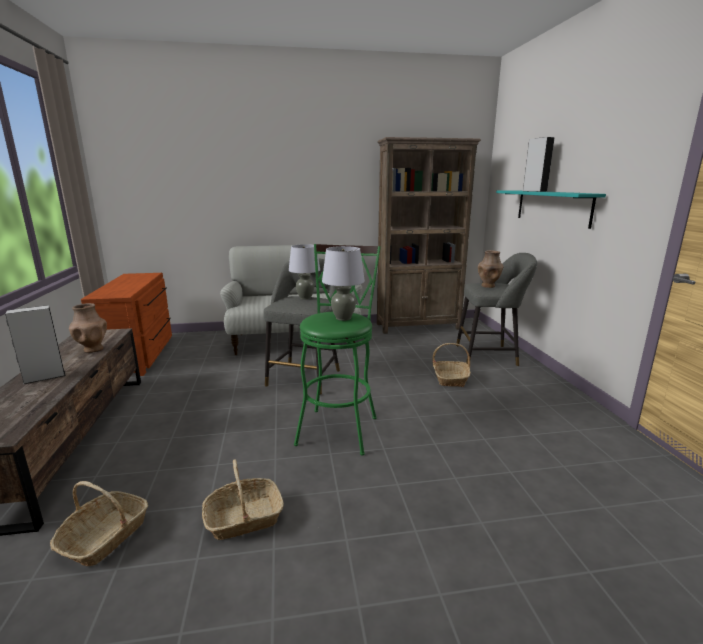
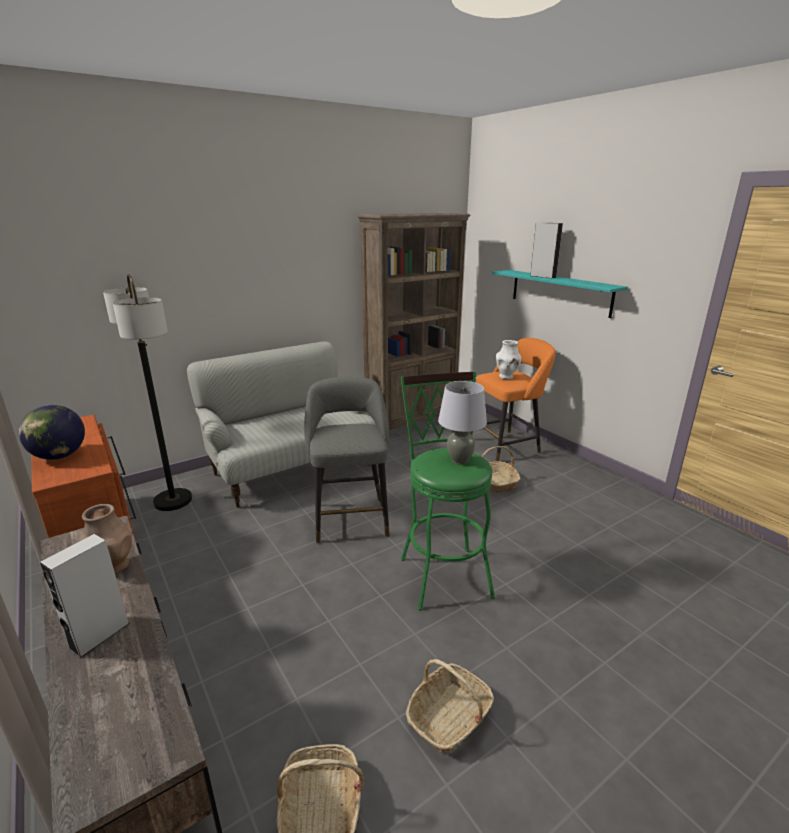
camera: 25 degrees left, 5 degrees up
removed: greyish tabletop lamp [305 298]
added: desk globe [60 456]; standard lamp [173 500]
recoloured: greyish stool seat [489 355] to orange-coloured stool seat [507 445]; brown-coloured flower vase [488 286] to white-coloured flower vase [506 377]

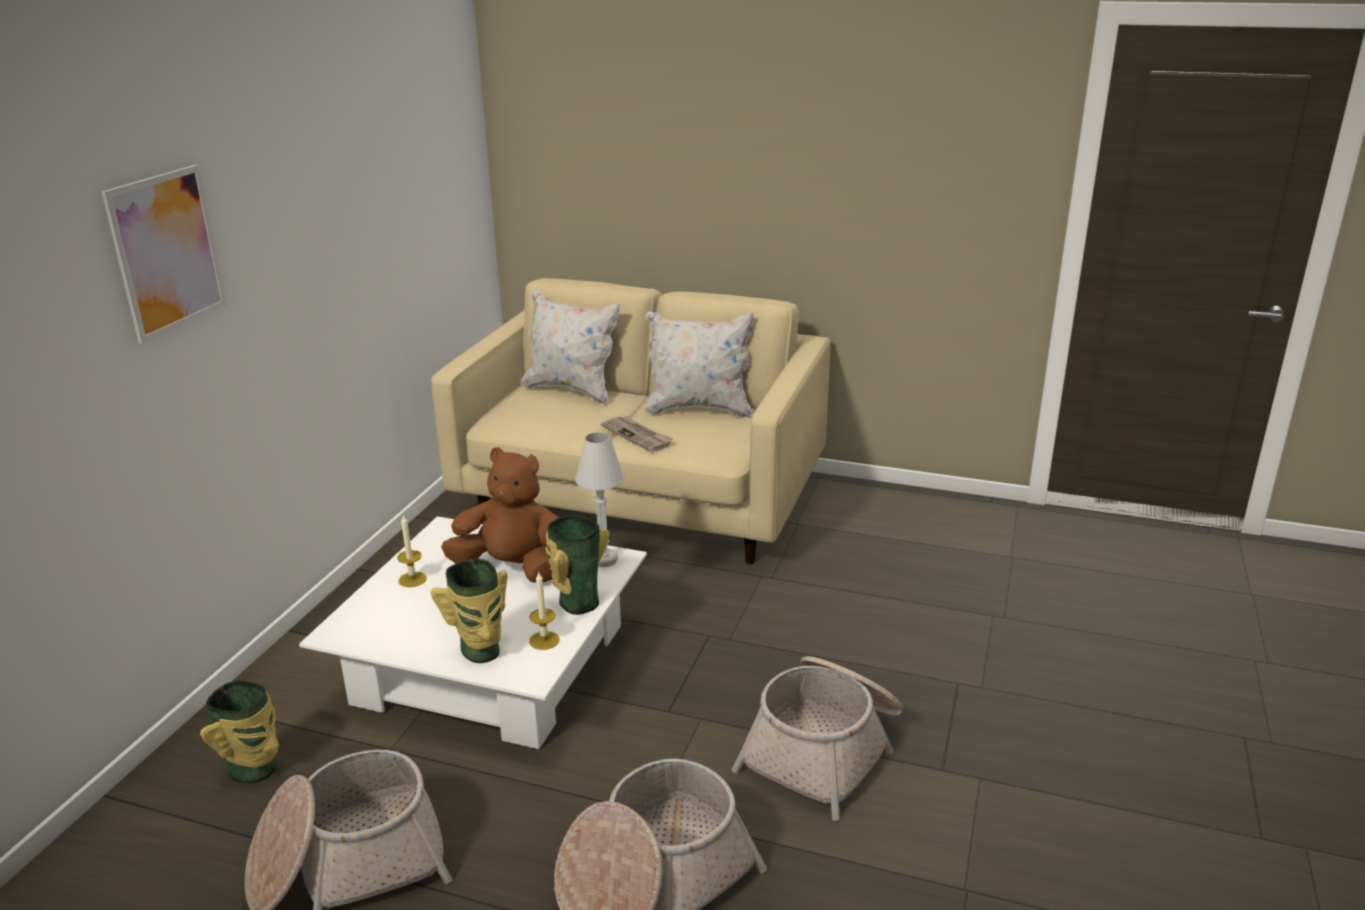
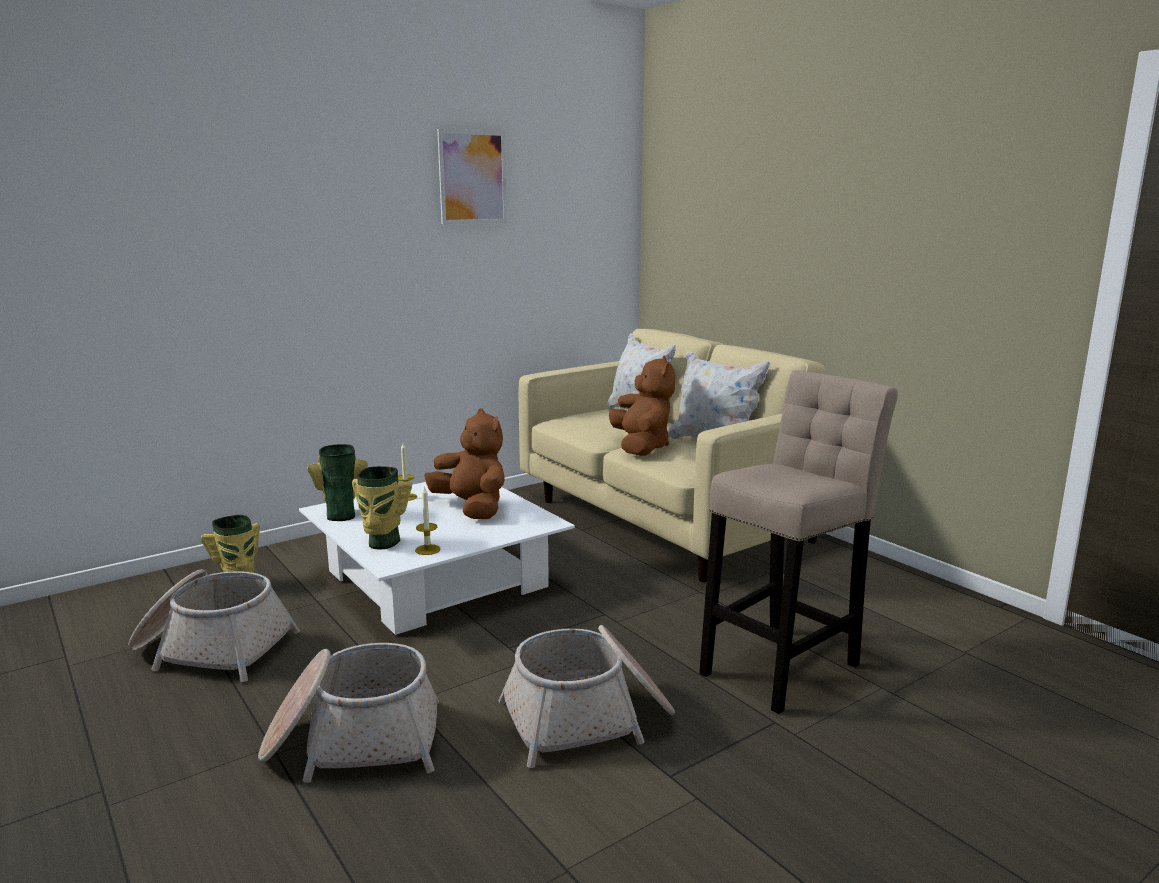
camera: 35 degrees right, 10 degrees down
removed: white-coloured tabletop lamp [603 559]
added: sand-coloured stool seat [784 665]
moved: flower vase [576 602] to [341 514]; picture [167 252] to [472 177]
replaced: newspaper [637 435] to brown-coloured plush toy [641 447]

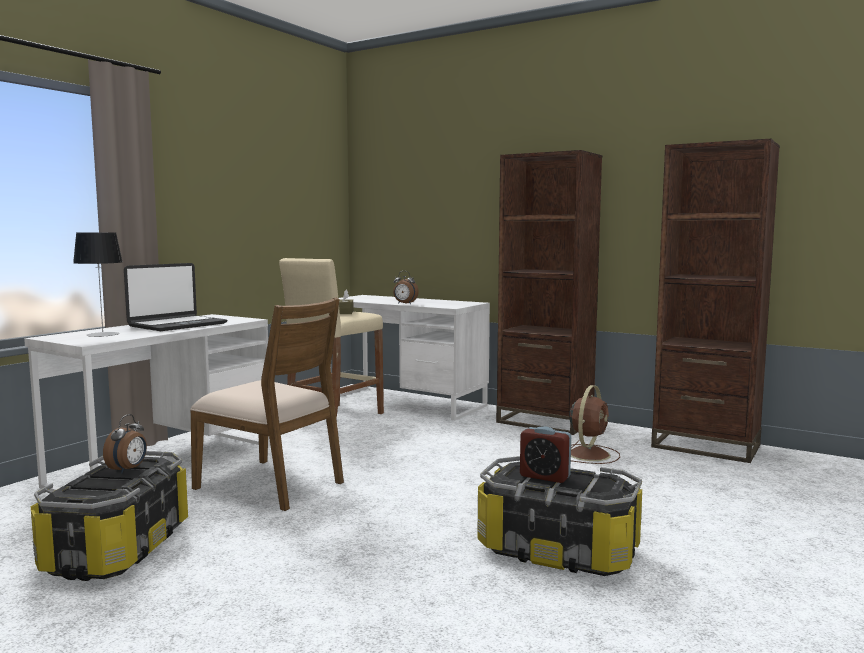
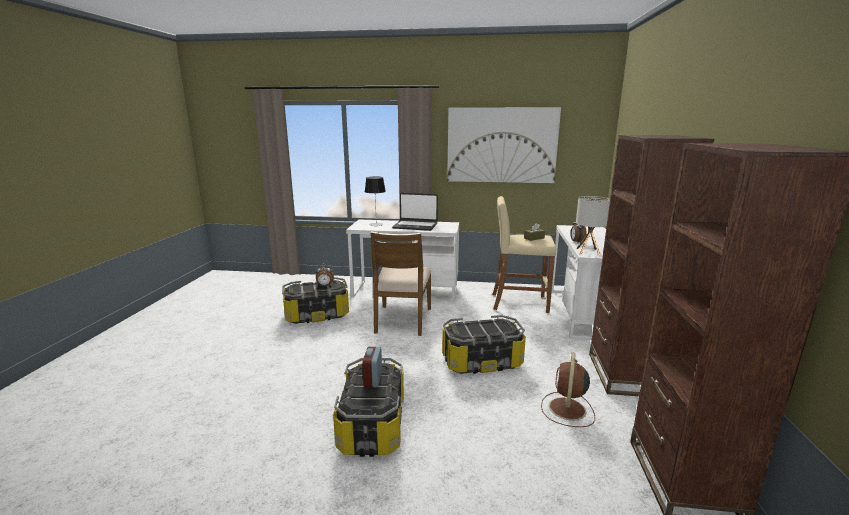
camera: 65 degrees right, 10 degrees up
added: storage box [481 361]; picture [501 145]; tabletop lamp [587 251]
turned: brown-coloured cooling fan [589 454] = [567 410] 105 degrees clockwise

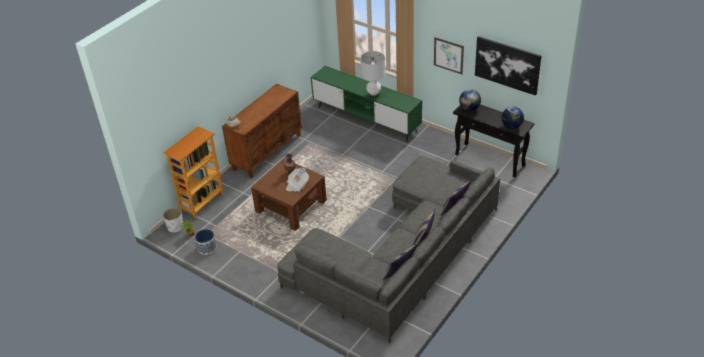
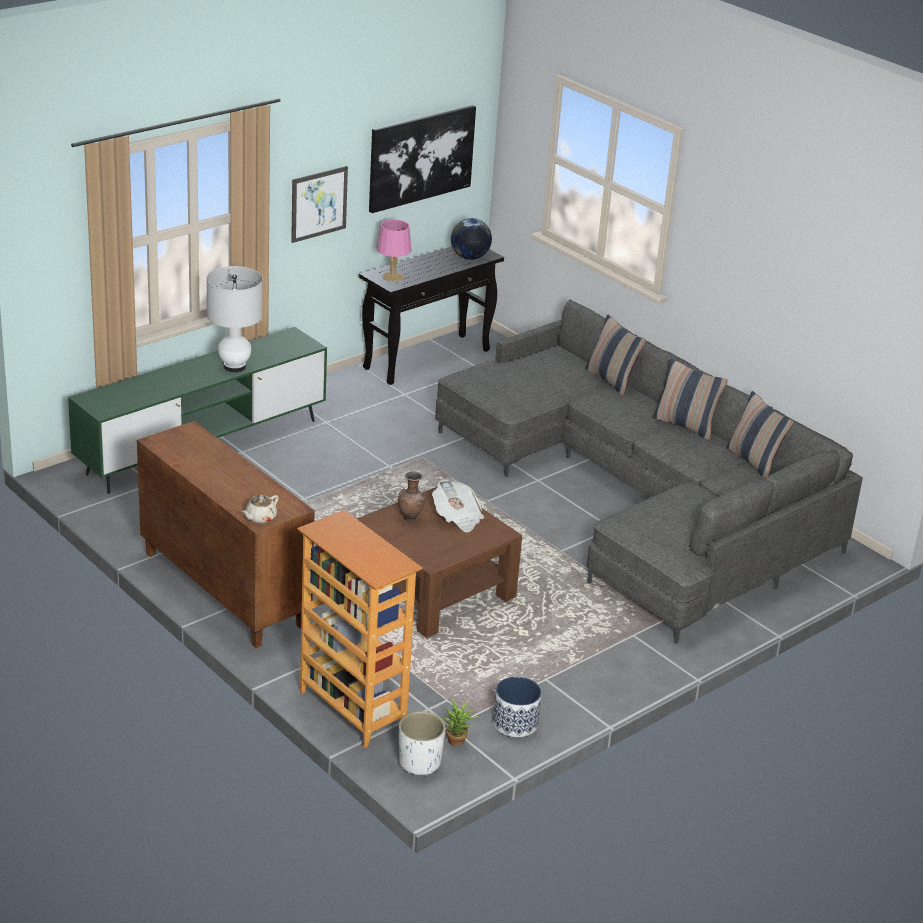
camera: 80 degrees left, 10 degrees down
replaced: desk globe [469 109] to pinkish tabletop lamp [392 277]

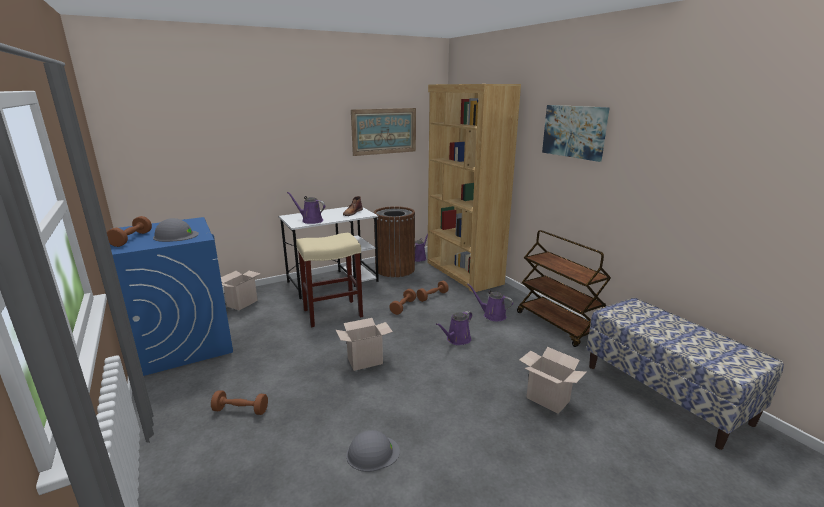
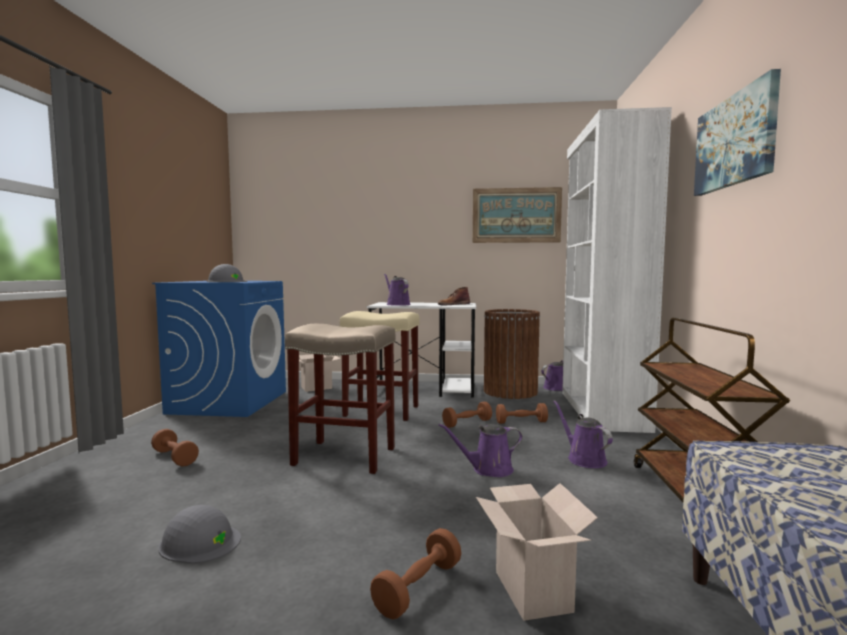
camera: 35 degrees right, 15 degrees down
moved: brown-coloured dumbbell [132 239] to [418 588]
replaced: carton [366 360] to sand-coloured stool seat [346 456]
recoloured: brown-coloured bookcase [463 273] to white-coloured bookcase [601 410]

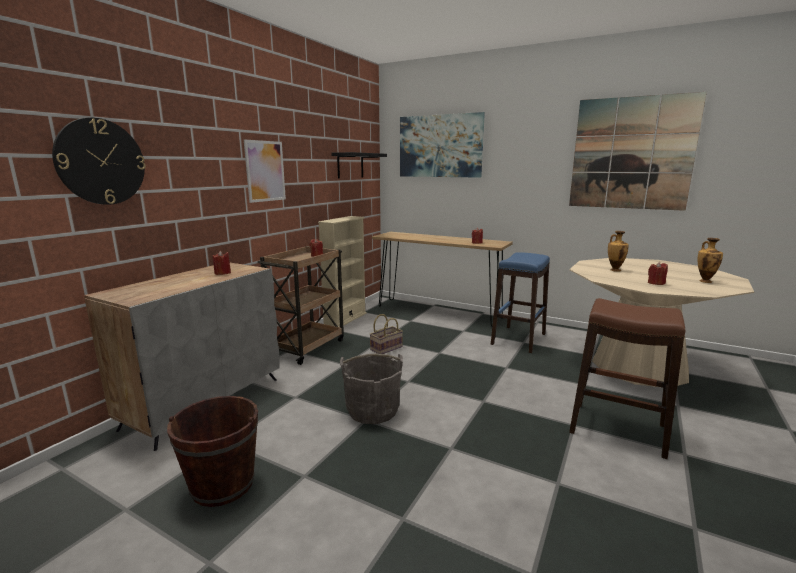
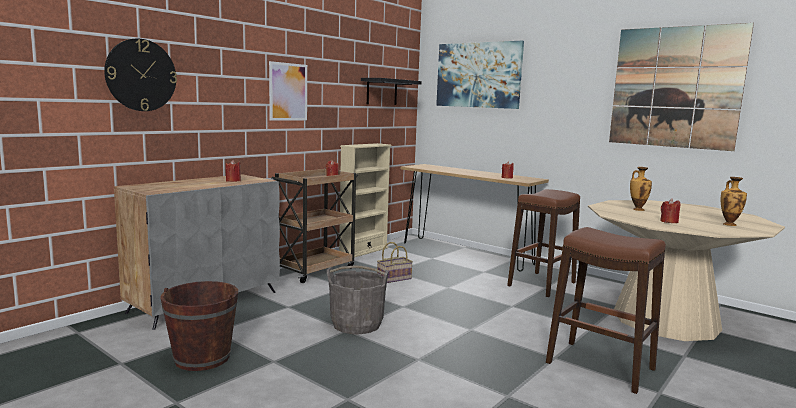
camera: 10 degrees right, 5 degrees down
recoloured: blue-coloured stool seat [518 339] to brown-coloured stool seat [541 284]

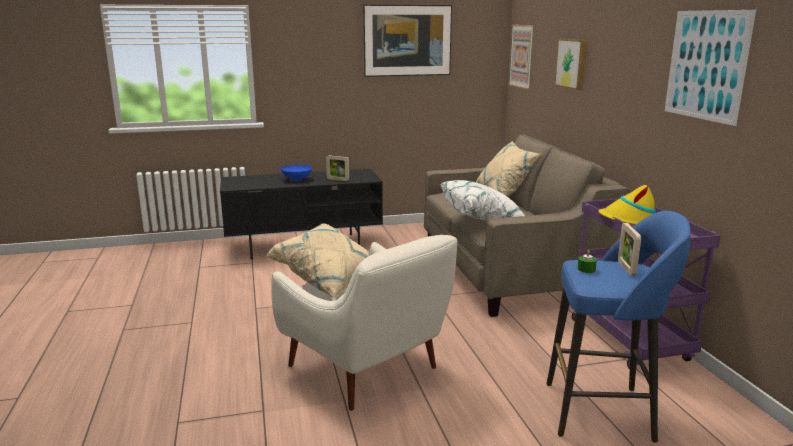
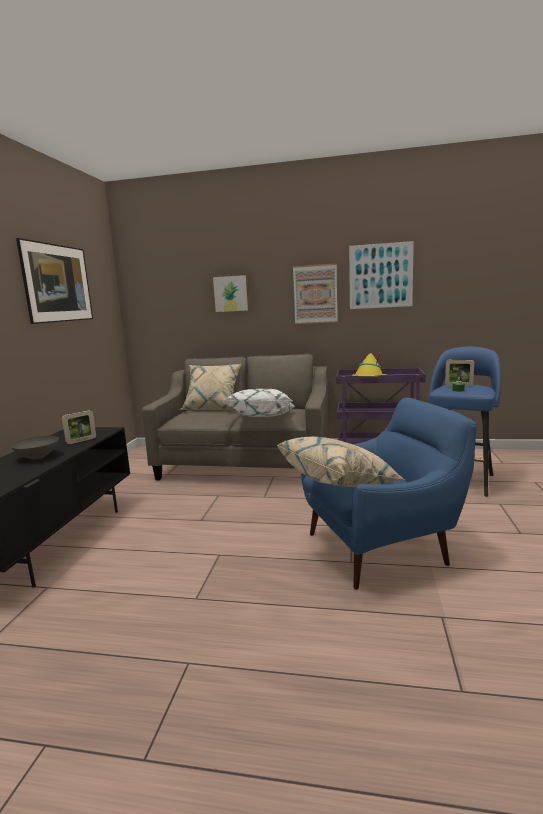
camera: 65 degrees left, 5 degrees down
moved: picture [522 56] to [315 294]
recoloured: blue-coloured bowl [296 179] to greyish bowl [37 457]; white-coloured lounge chair [367 370] to blue-coloured lounge chair [381 547]

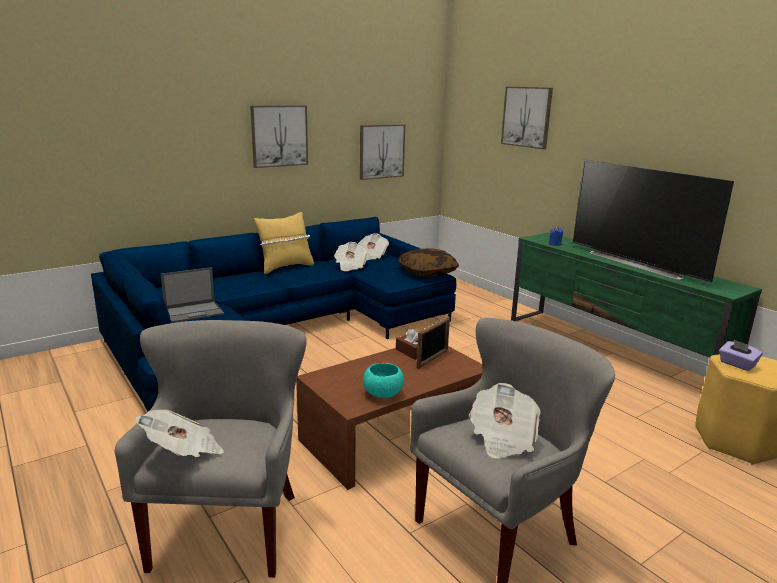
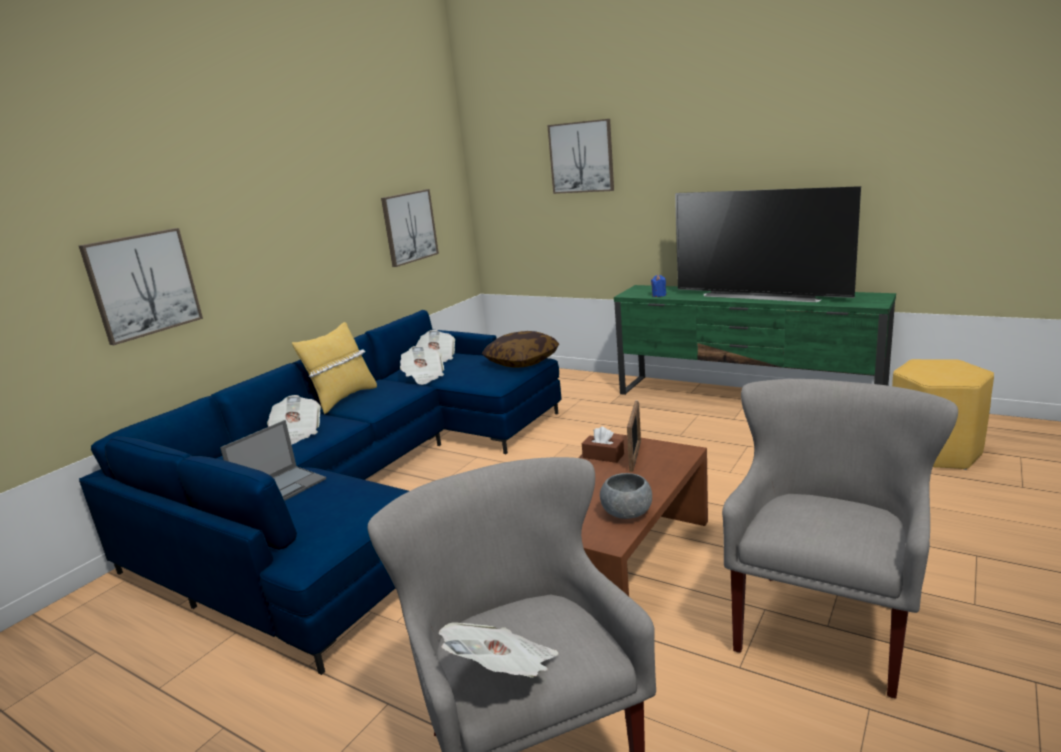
camera: 20 degrees left, 0 degrees up
removed: purplish tissue holder [737 364]
moved: picture [279 136] to [143 284]; newspaper [502 438] to [297 433]
recoloured: turquoise-coloured bowl [383 394] to greyish bowl [627 513]

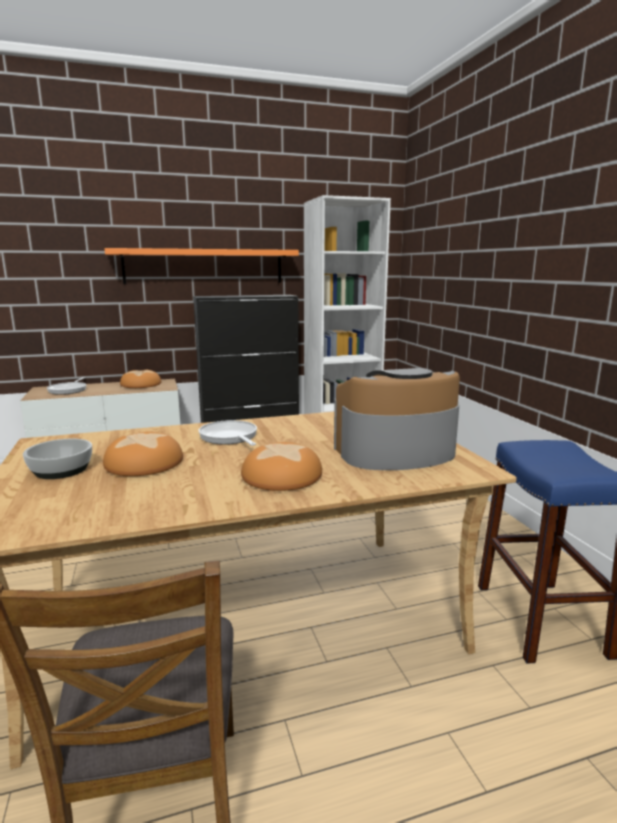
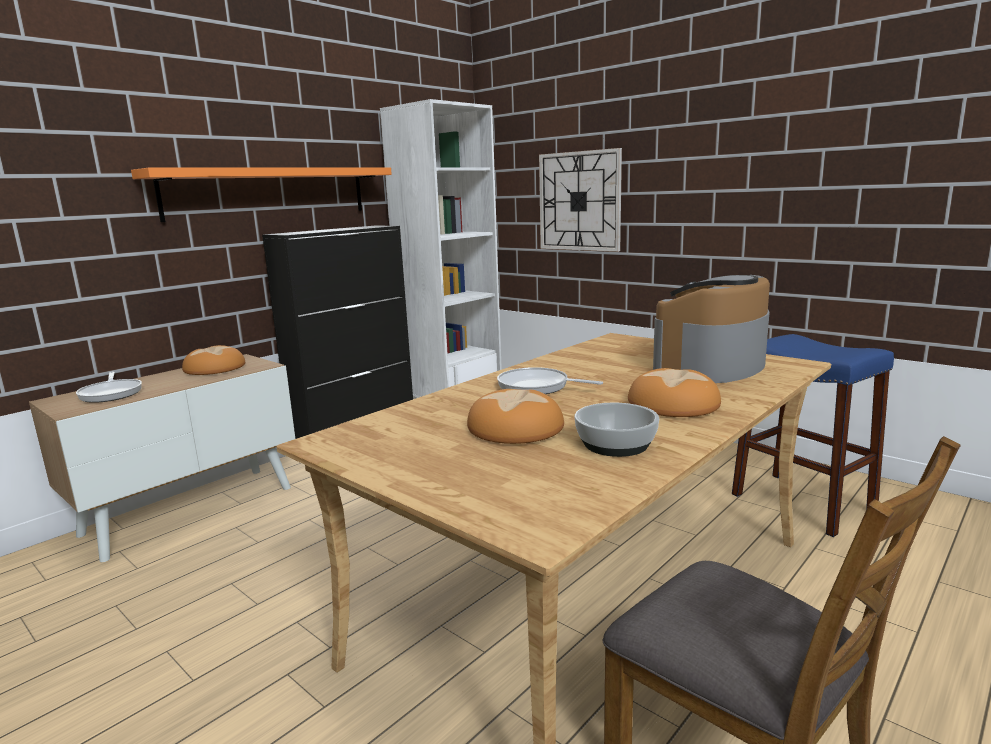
camera: 30 degrees left, 0 degrees up
added: hanging clock [579 201]
moved: bowl [61 469] to [614 444]

